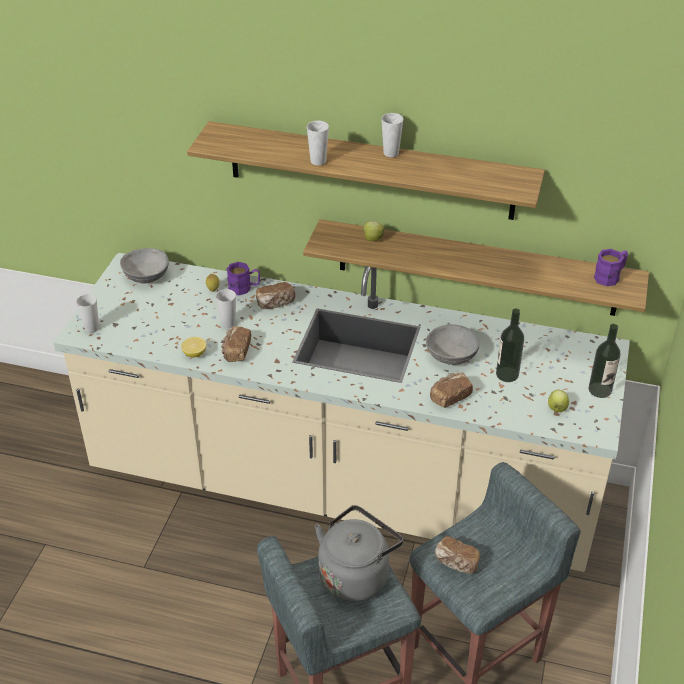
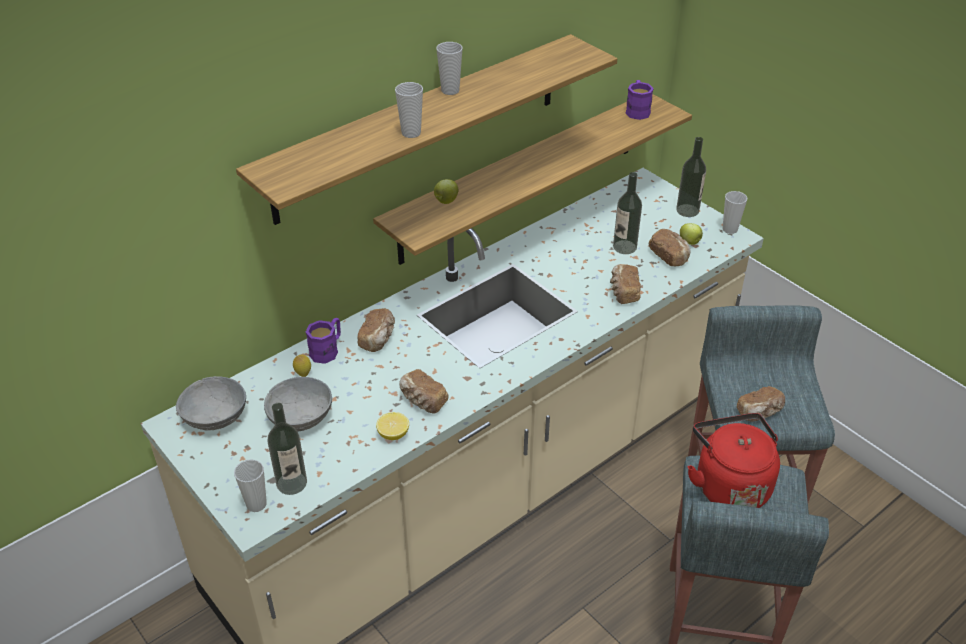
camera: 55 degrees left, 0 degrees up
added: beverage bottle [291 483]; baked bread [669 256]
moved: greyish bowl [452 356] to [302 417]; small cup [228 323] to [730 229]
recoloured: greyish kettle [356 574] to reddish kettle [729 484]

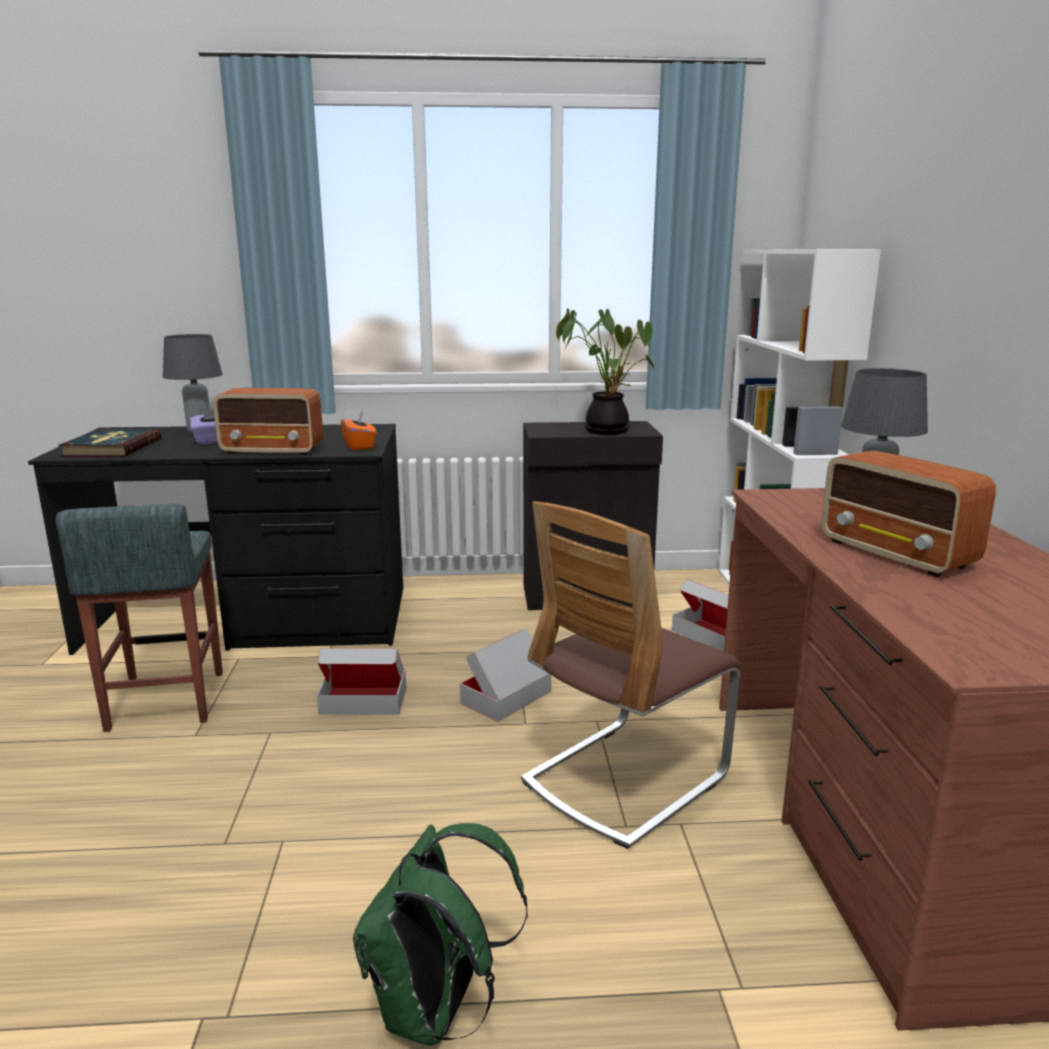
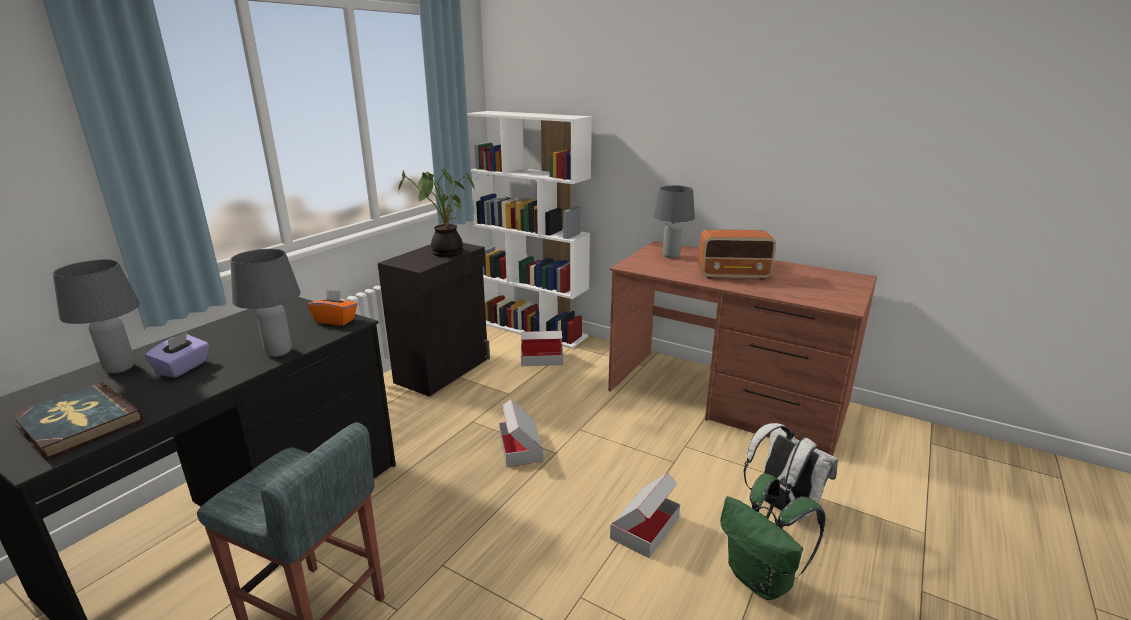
camera: 55 degrees left, 5 degrees up
removed: upright chair [625 779]
added: white-coloured backpack [782 507]
moved: carton [364 701] to [645 528]
replaced: radio [273 451] to greyish tabletop lamp [279 352]

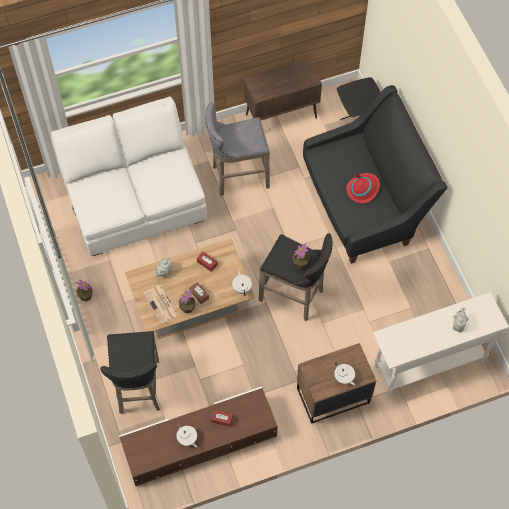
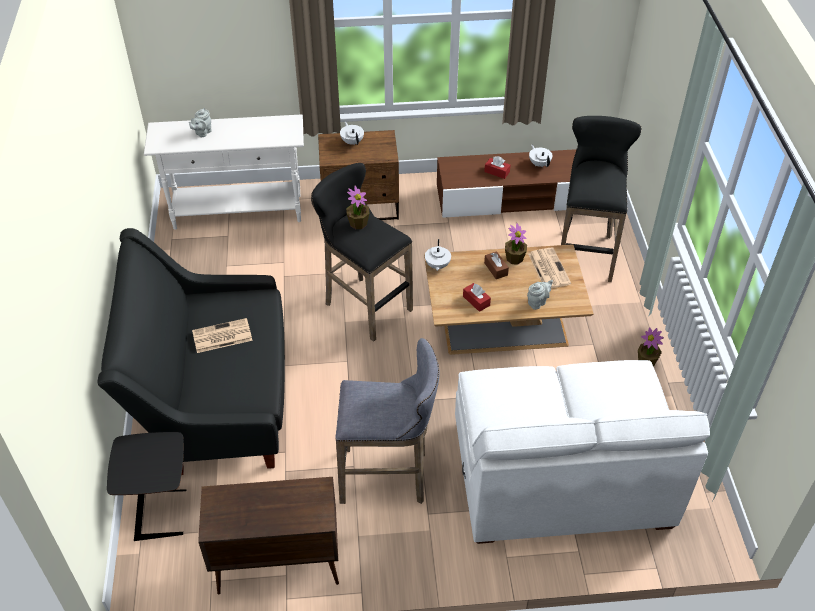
camera: 165 degrees left, 15 degrees down
replaced: reddish hat [363 189] to newspaper [221 336]

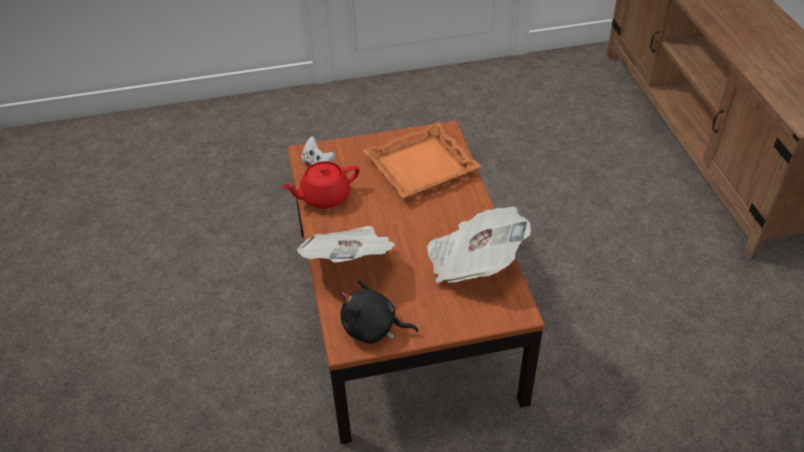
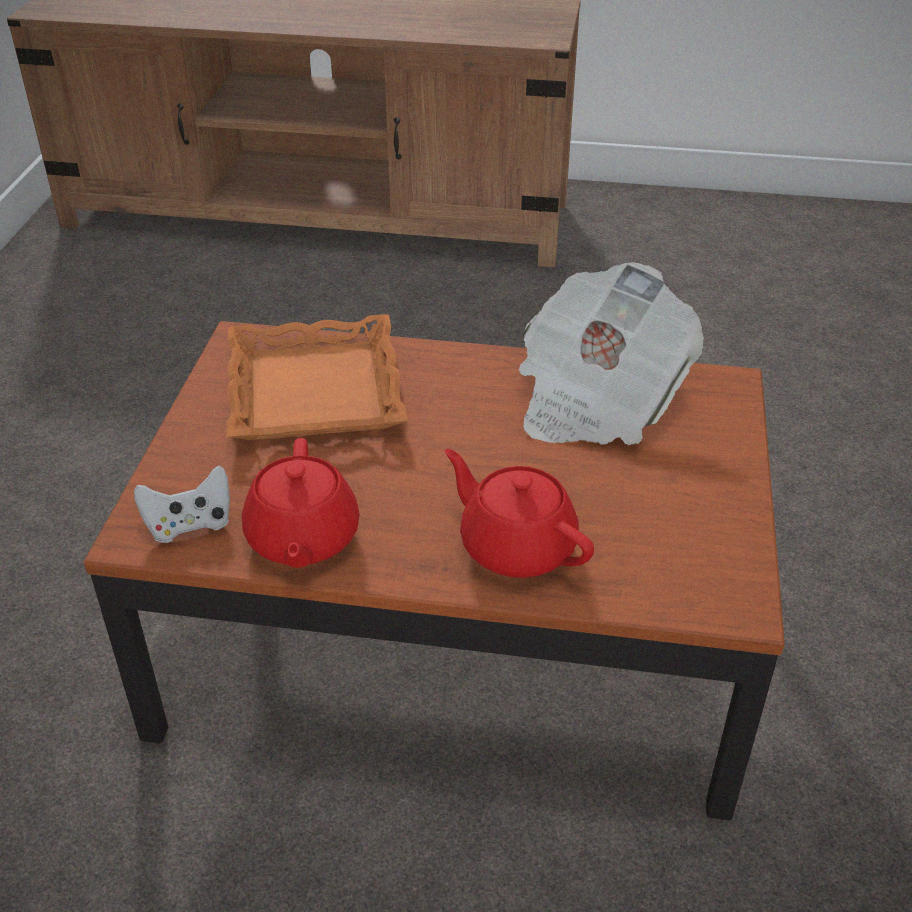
camera: 70 degrees left, 5 degrees down
removed: black-coloured plush toy [373 328]
replaced: newspaper [350 261] to reddish teapot [516 546]

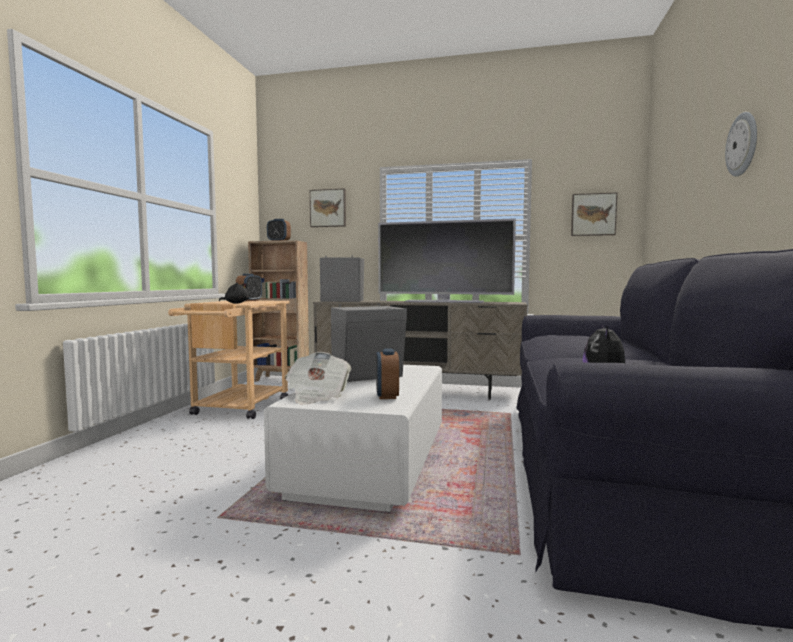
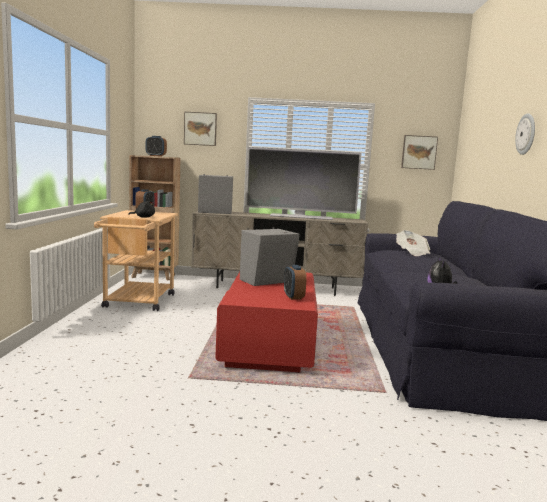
camera: 10 degrees left, 5 degrees up
moved: newspaper [317 395] to [412 253]
recoloured: white-coloured coffee table [370 463] to reddish coffee table [269 343]

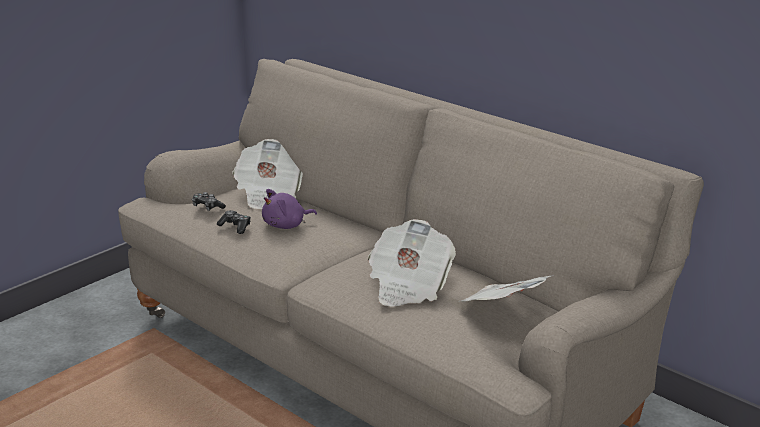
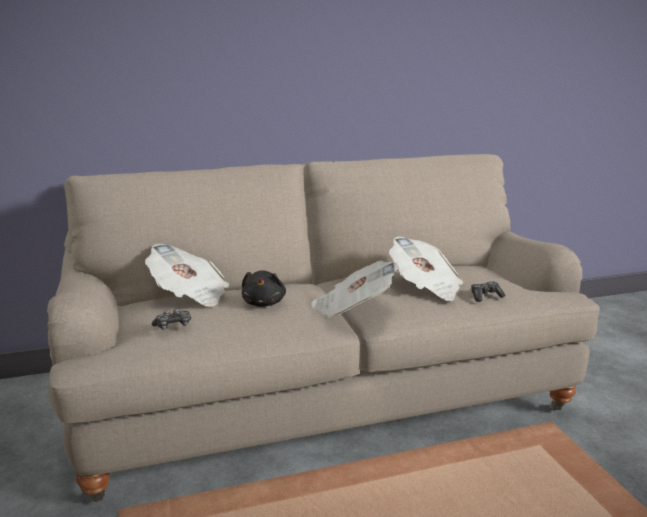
camera: 60 degrees left, 5 degrees down
moved: newspaper [503 310] to [352 309]; joypad [235 226] to [485 296]
recoloured: purplish plush toy [286 225] to black-coloured plush toy [264 303]

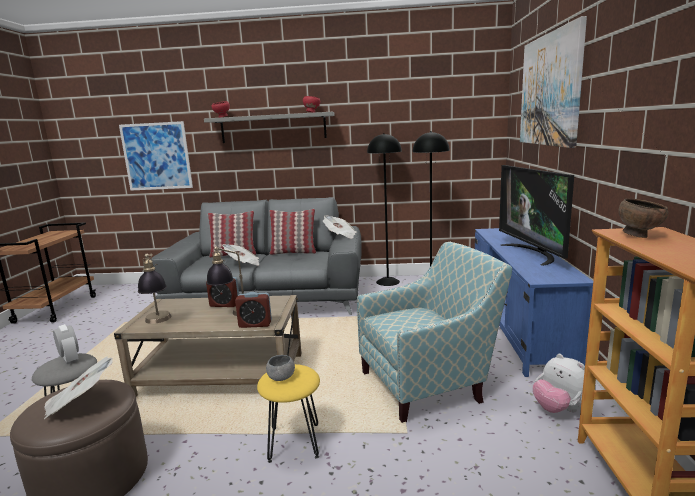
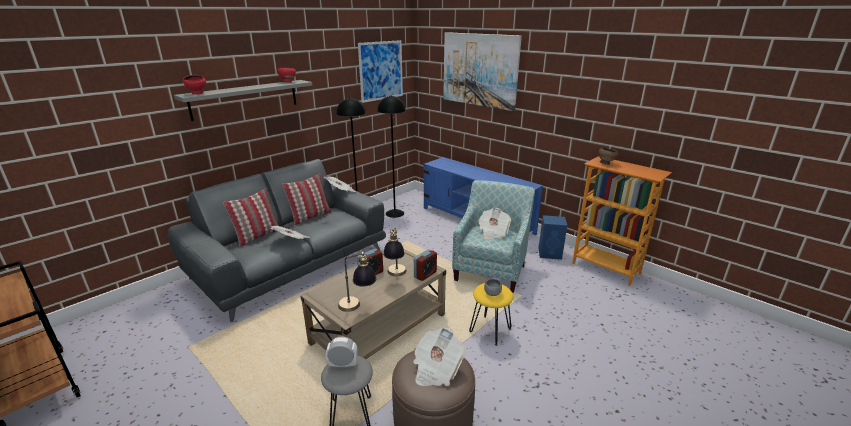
camera: 50 degrees left, 10 degrees up
removed: television [533 253]
added: newspaper [493 232]
moved: picture [156 156] to [381 71]
replaced: plush toy [561 409] to blue-coloured audio speaker [550 254]

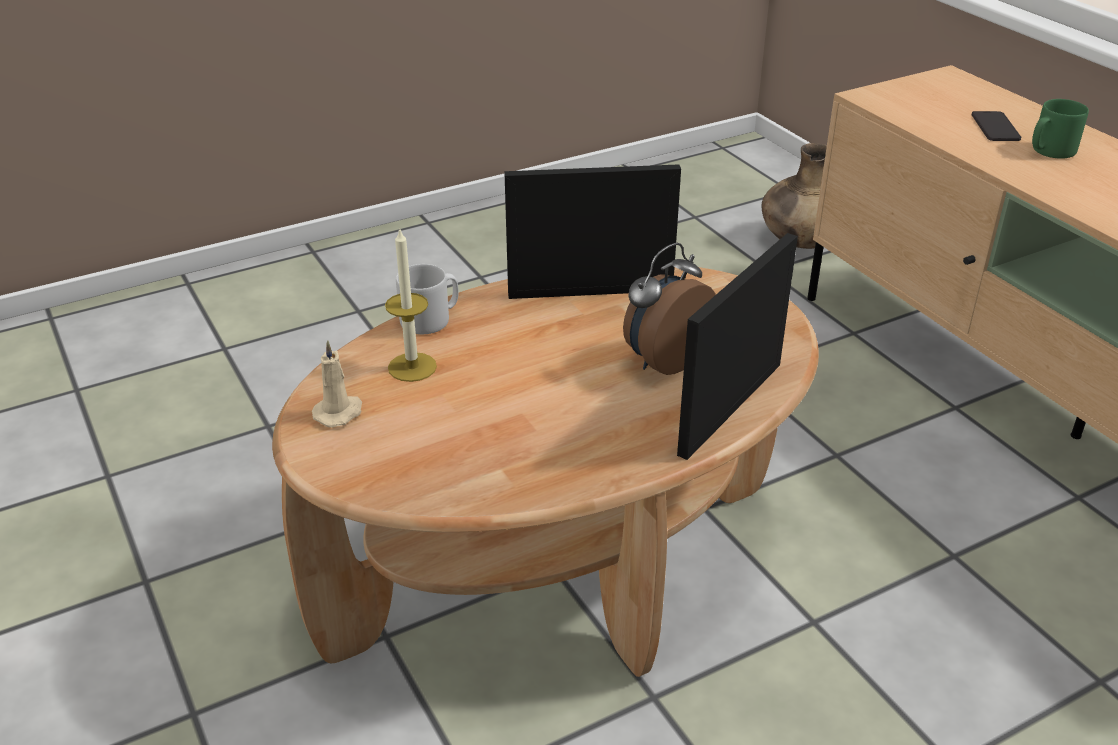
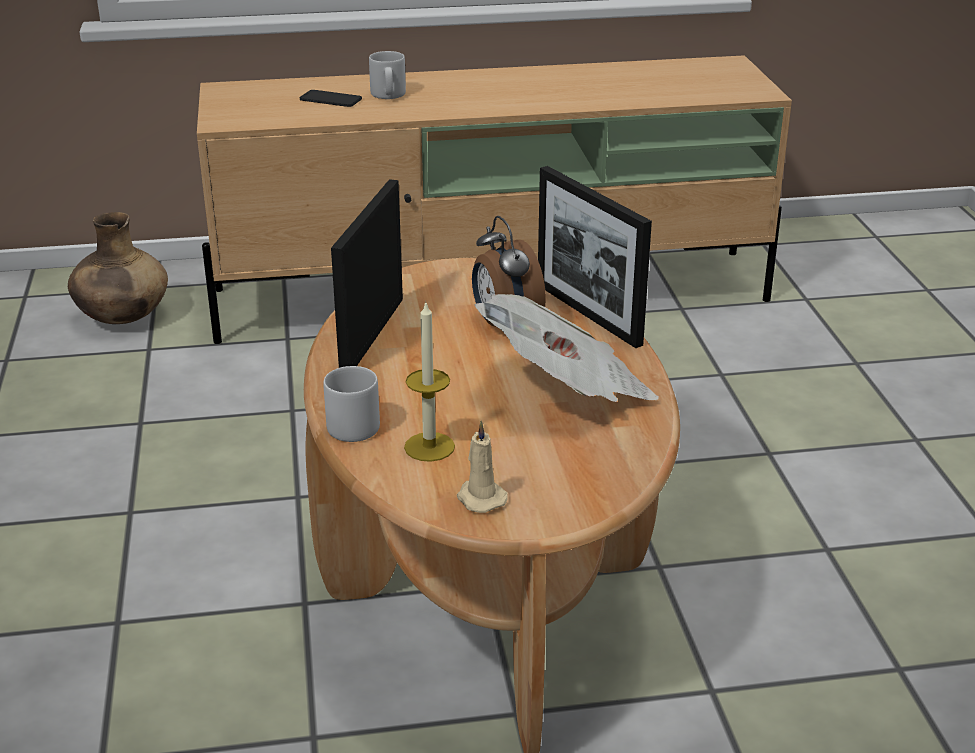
camera: 70 degrees left, 5 degrees down
added: newspaper [567 391]
recoloured: green coffee mug [1049 151] to greyish coffee mug [388 95]

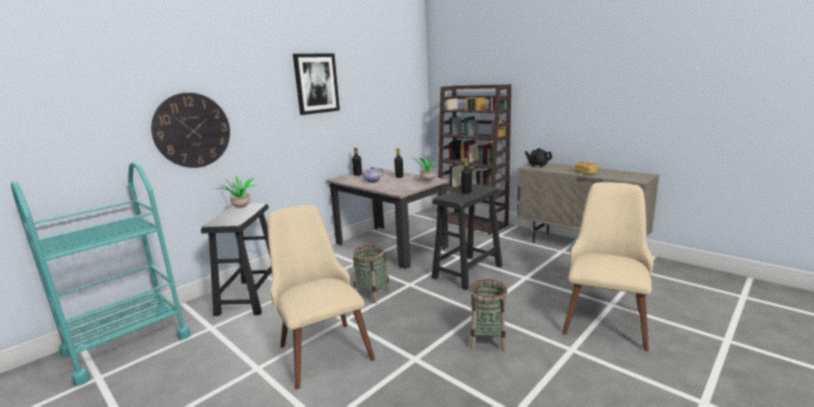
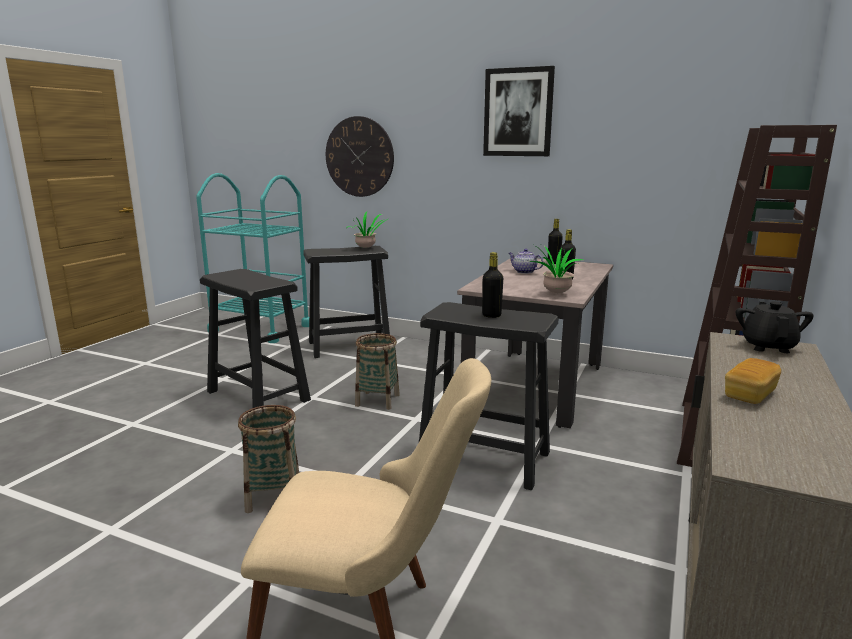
camera: 70 degrees right, 0 degrees up
replaced: sand-coloured upright chair [320 346] to black-coloured stool seat [258 396]

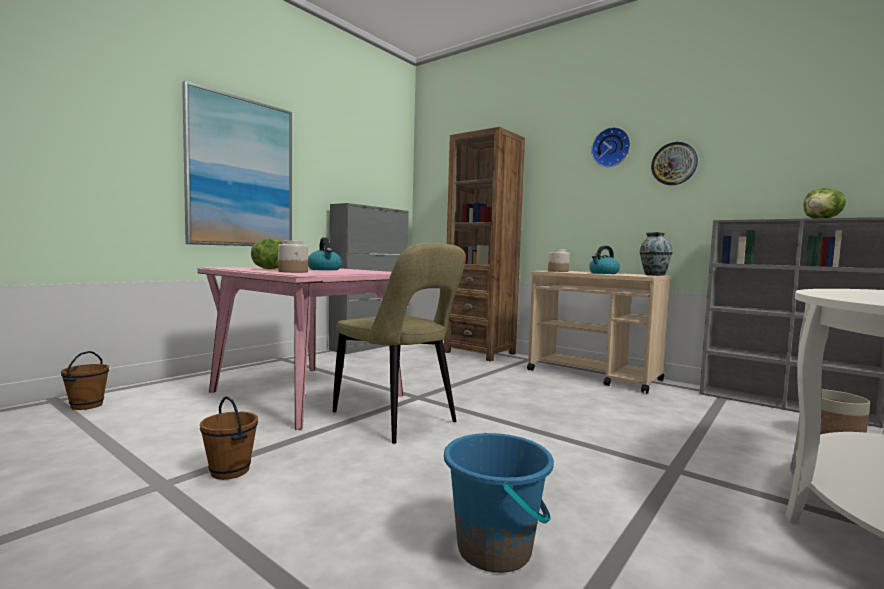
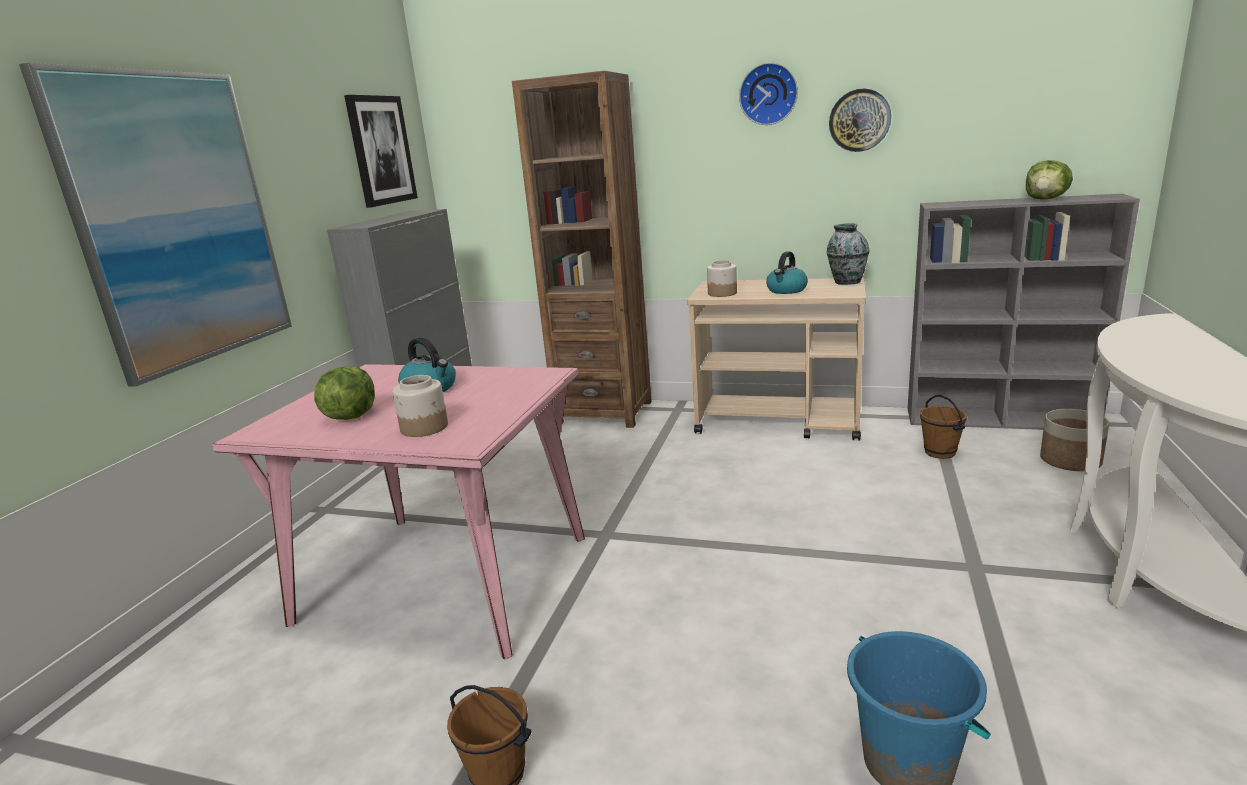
camera: 20 degrees left, 15 degrees up
removed: sand-coloured upright chair [397 419]
added: picture [381 150]
moved: brown-coloured pail [87 406] to [940 452]

